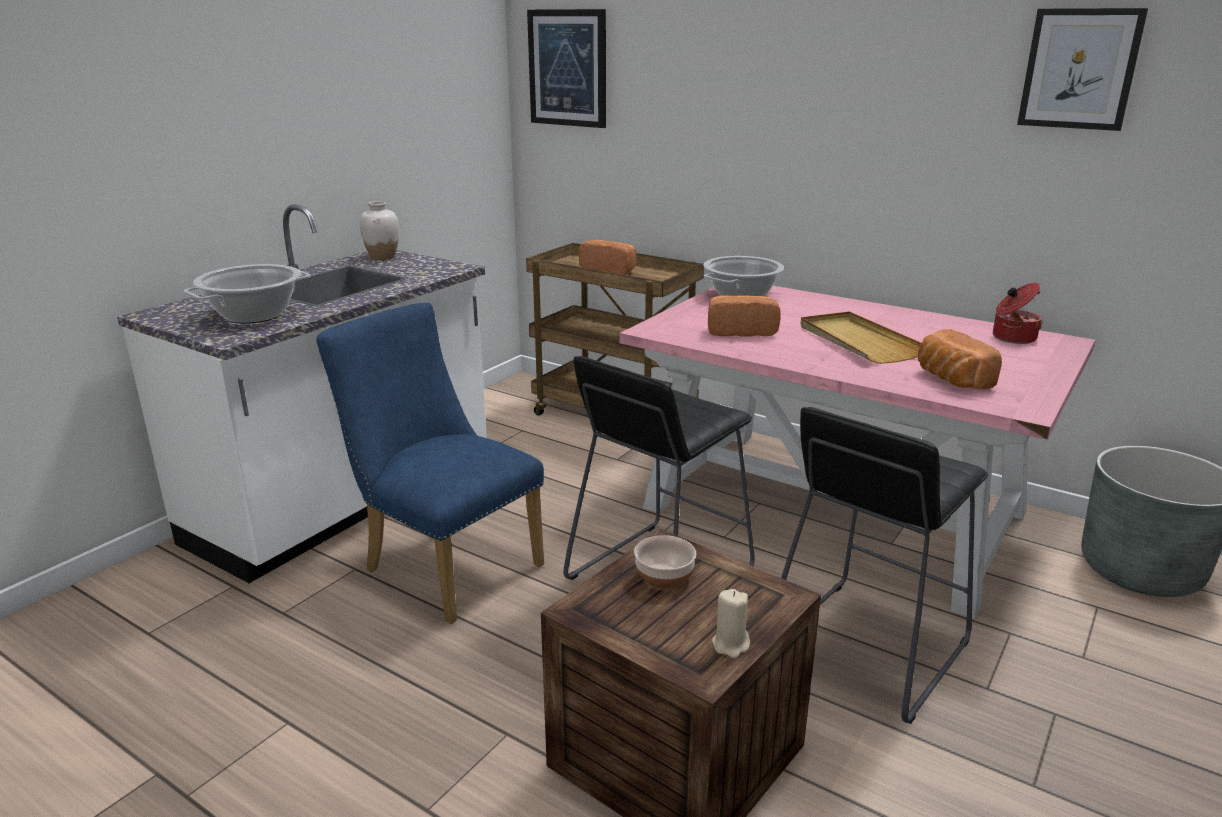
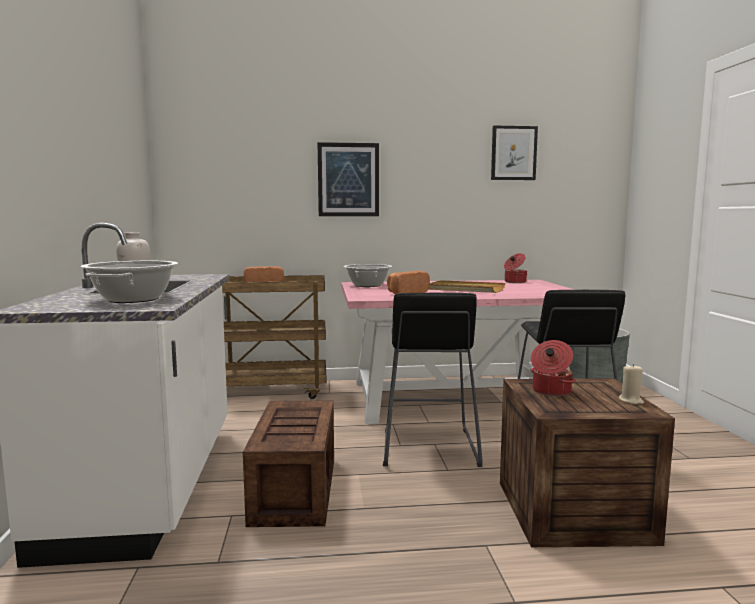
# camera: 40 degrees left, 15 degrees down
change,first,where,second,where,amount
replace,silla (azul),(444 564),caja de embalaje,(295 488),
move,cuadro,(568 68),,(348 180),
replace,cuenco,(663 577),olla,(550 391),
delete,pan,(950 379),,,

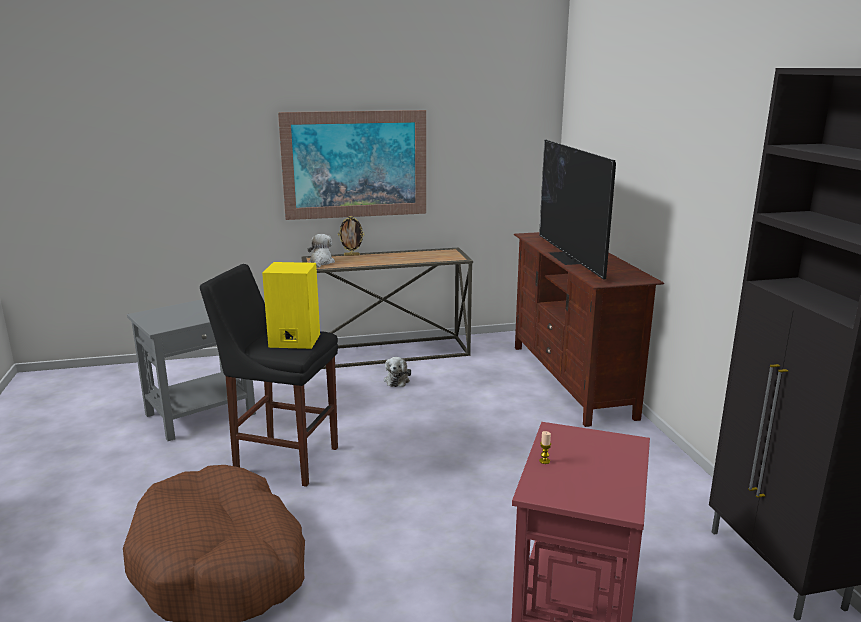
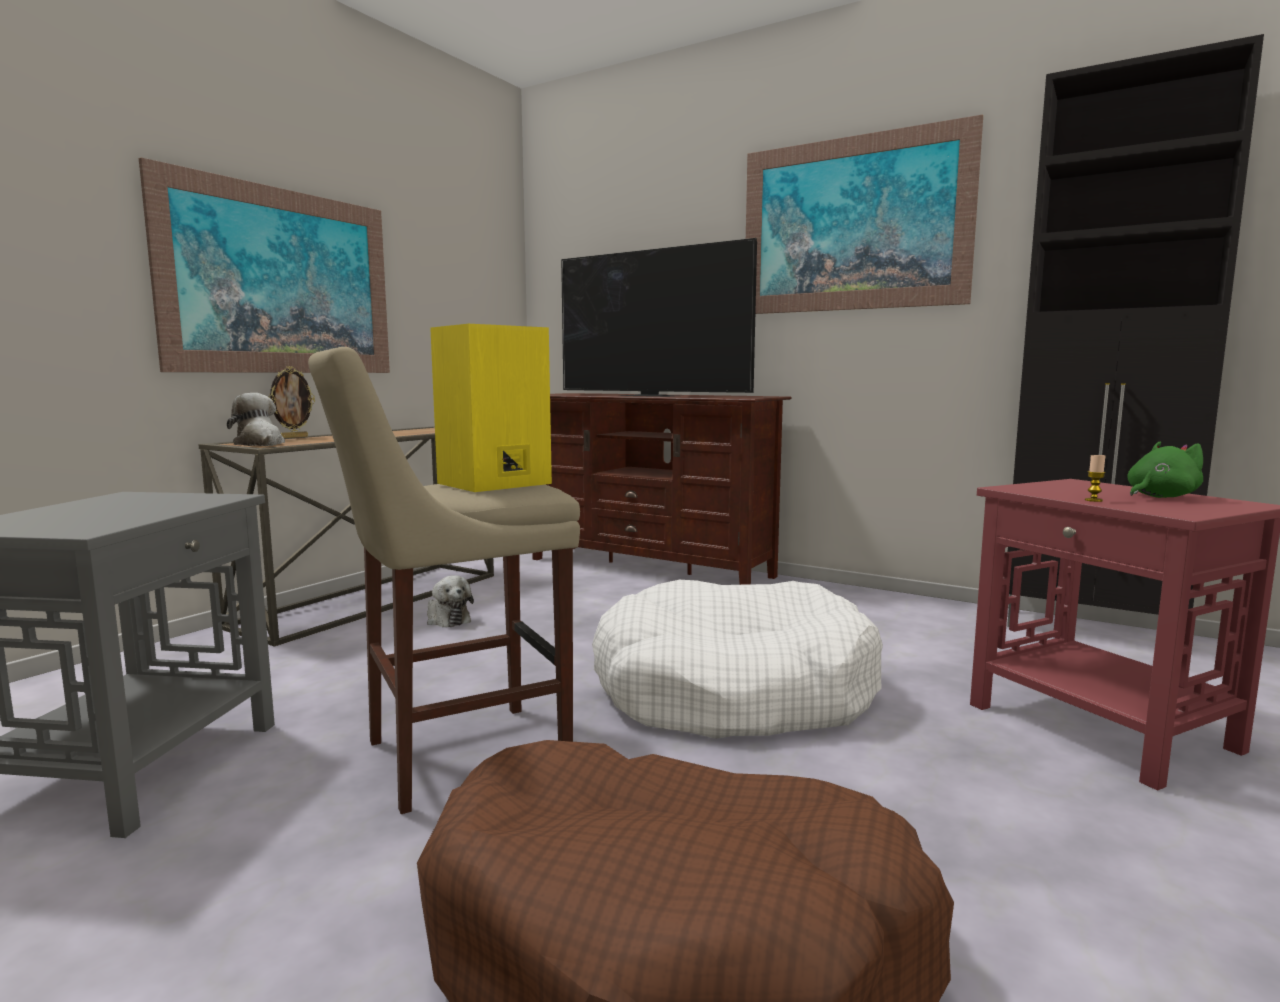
# camera: 45 degrees left, 10 degrees down
change,first,where,second,where,amount
recolor,taburete (negro),(282 459),taburete (beis),(455 756),
insert,,,cama para perro (blanco),(733 691),
insert,,,cuadro,(852 224),
insert,,,peluche (verde),(1159 497),

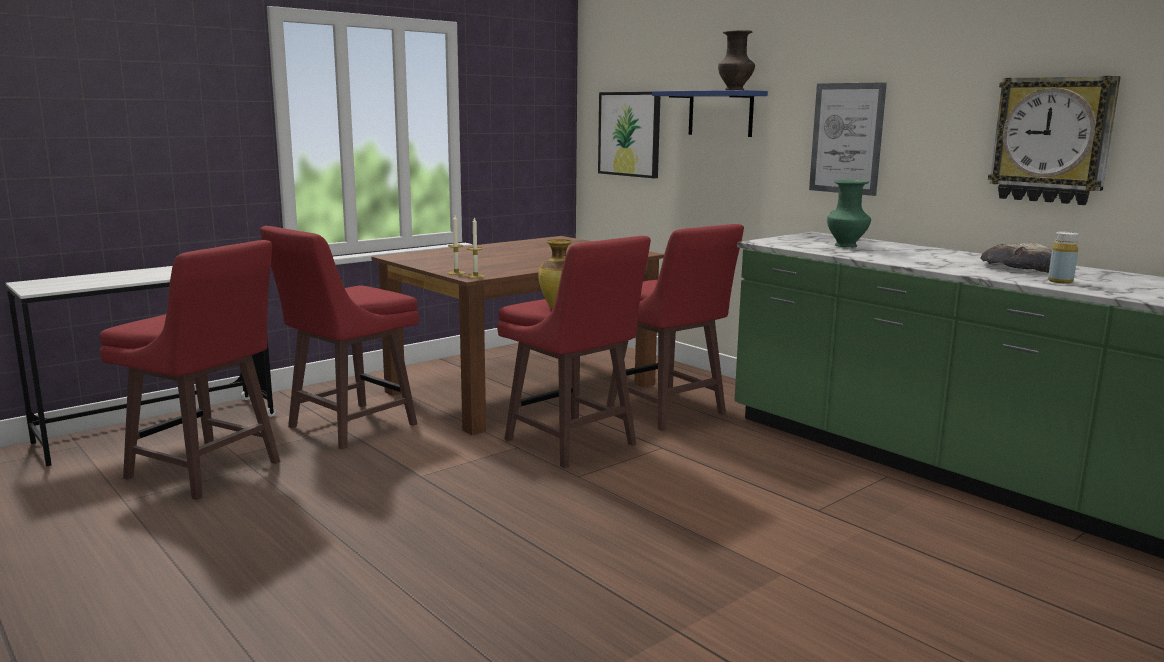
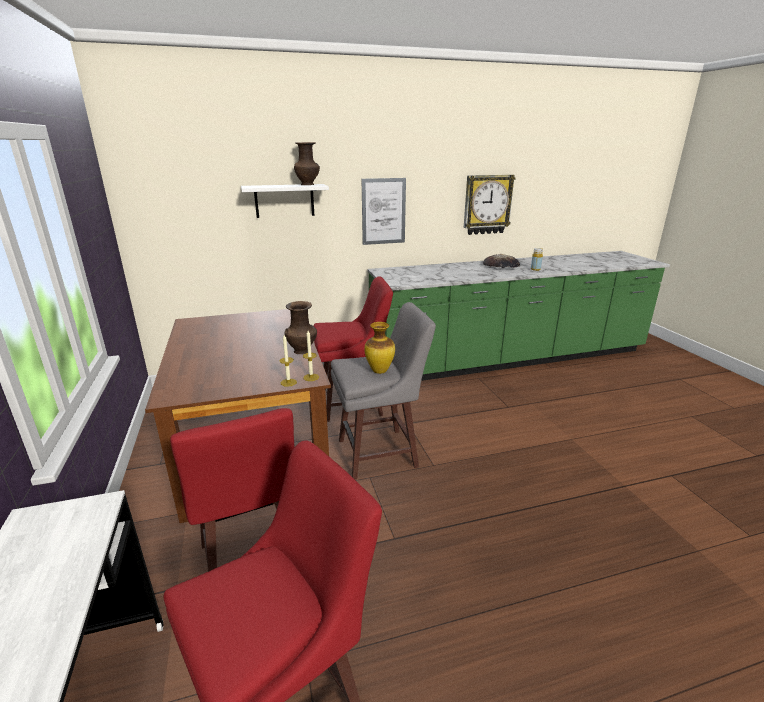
# camera: 65 degrees left, 10 degrees up
change,first,where,second,where,amount
recolor,taburete (rojo),(572 444),taburete (gris),(380 453),
delete,cuadro,(629 134),,,
recolor,estante (azul),(720 113),estante (blanco),(284 201),
delete,florero (verde),(847 246),,,
insert,,,florero (marrón),(302 351),

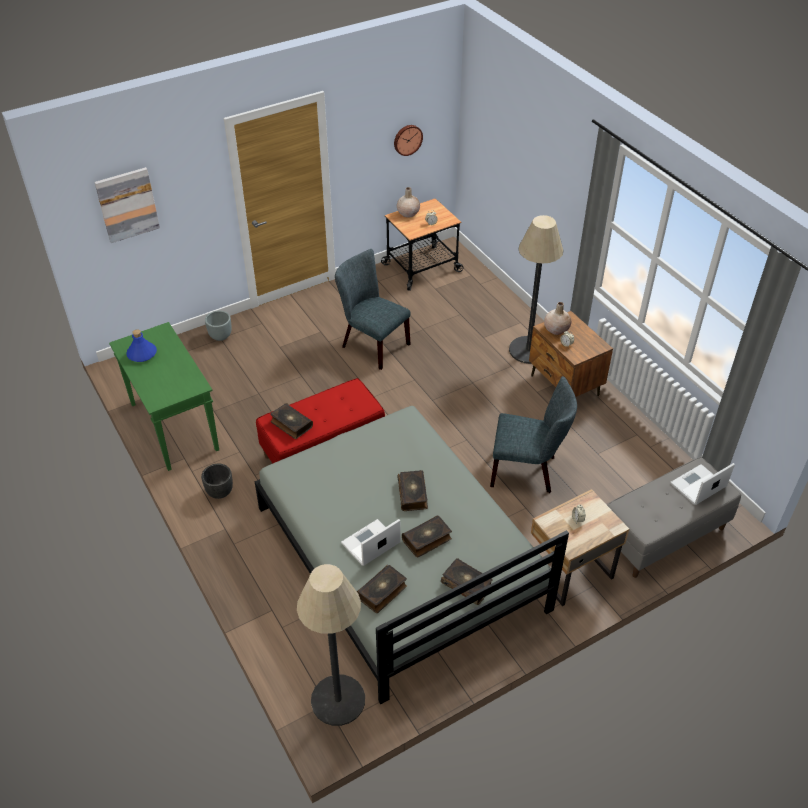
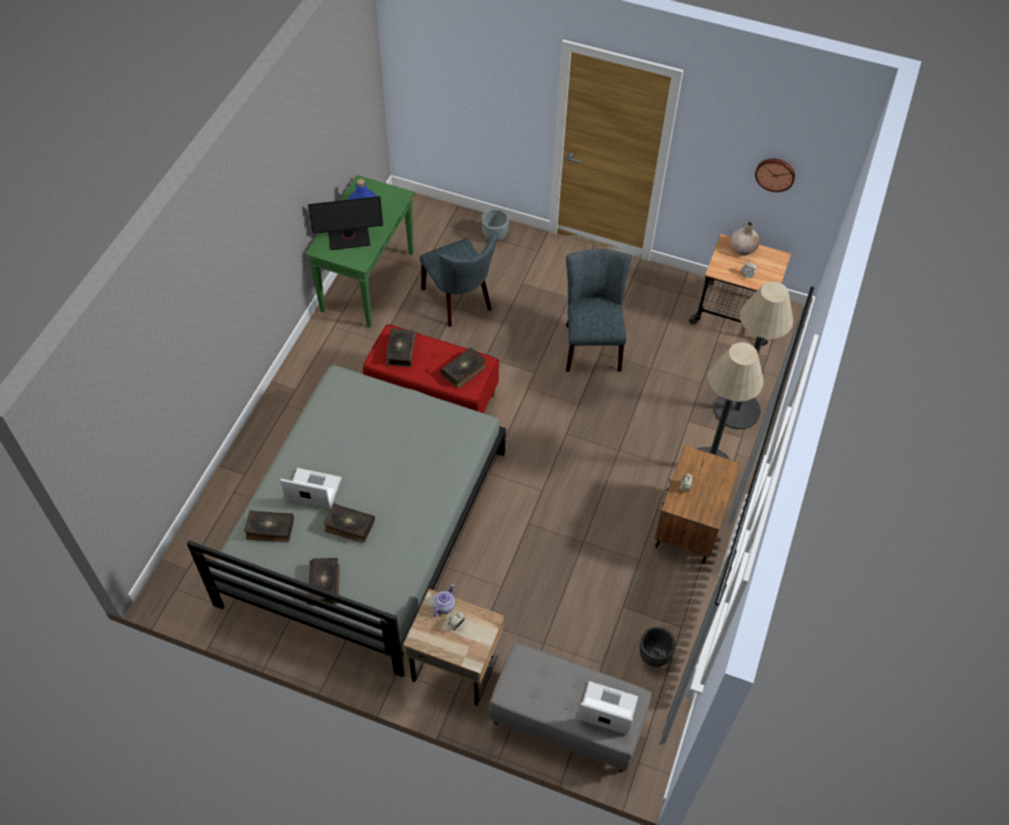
# camera: 50 degrees right, 10 degrees up
change,first,where,second,where,amount
delete,cuadro,(127 204),,,
move,maceta (negro),(220 492),,(654 656),
move,lámpara de pie,(338 700),,(737 410),
move,libro,(413 494),,(464 371),
move,silla (gris),(527 471),,(459 302),
delete,florero (beis),(556 329),,,
insert,,,monitor,(349 238),
insert,,,tetera,(443 605),

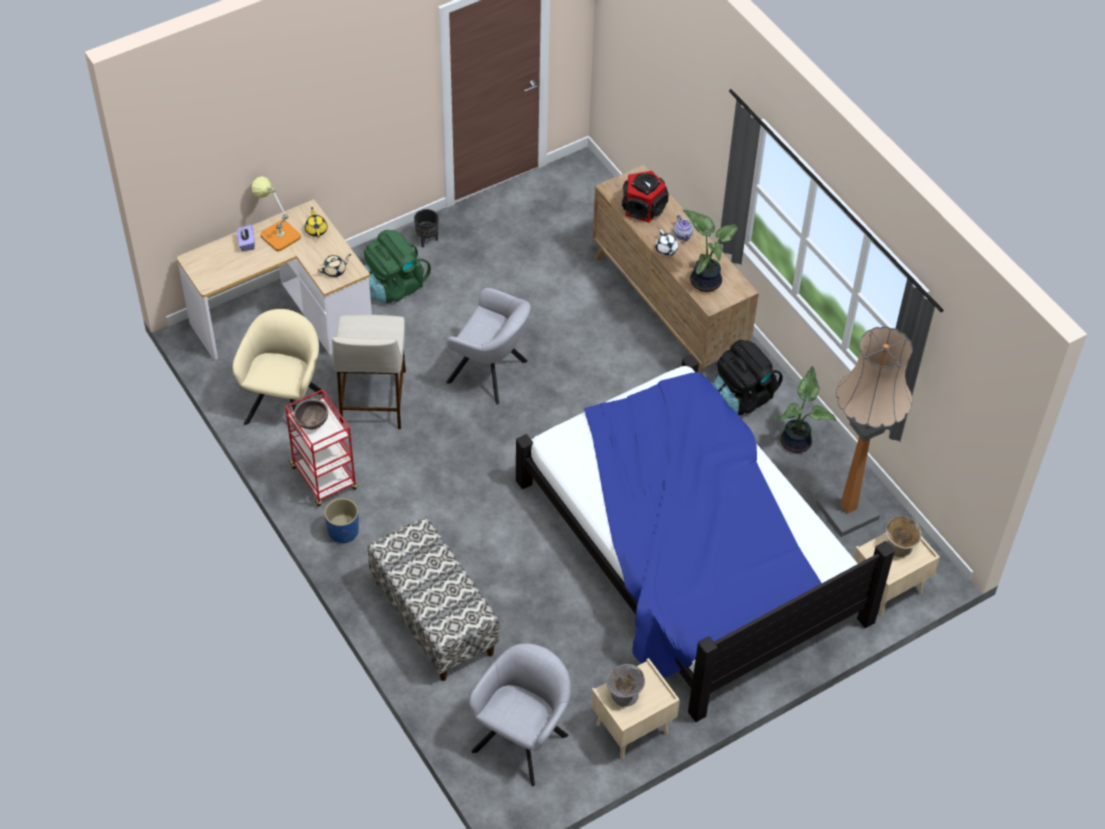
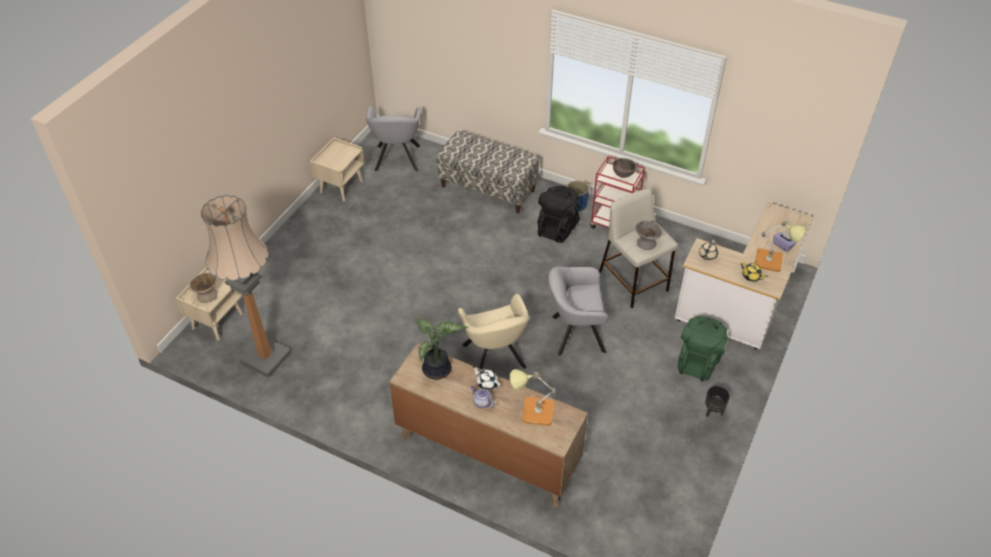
# camera: 150 degrees right, 5 degrees down
change,first,where,second,where,amount
move,sillón (beis),(286 403),,(495 359),
delete,cama,(689 550),,,
move,cuenco (gris),(625 694),,(646 243),
replace,altavoz,(643 207),lámpara de mesa,(533 411),
move,mochila (negro),(742 397),,(557 228),
delete,planta en maceta,(797 441),,,

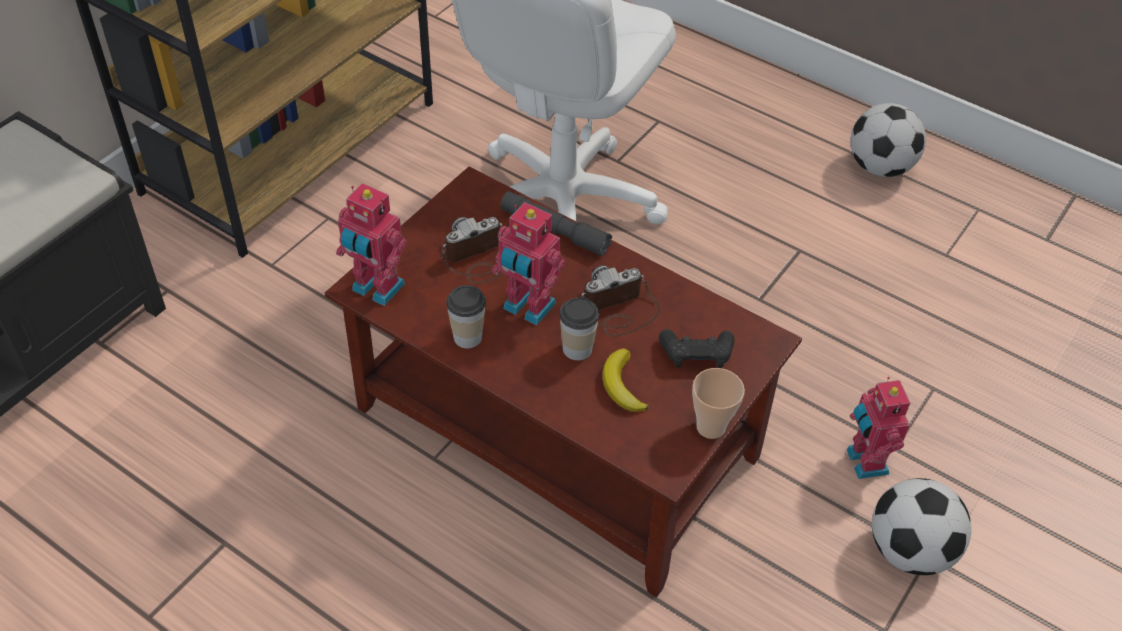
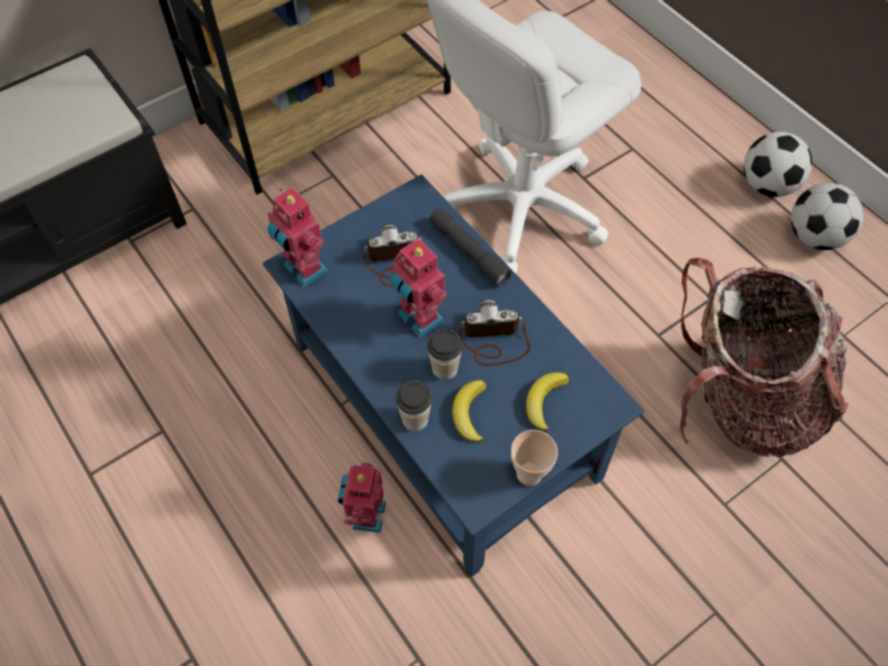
# camera: 20 degrees right, 10 degrees up
change,first,where,second,where,amount
recolor,mesa de centro (marrón),(559 433),mesa de centro (azul),(446 411),
move,taza,(467 337),,(415 419),
replace,mando de consola (negro),(696 354),plátano,(544 401),
move,robot de juguete,(864 462),,(366 515),
move,balón de fútbol,(909 550),,(767 185),
insert,,,mochila,(739 400),

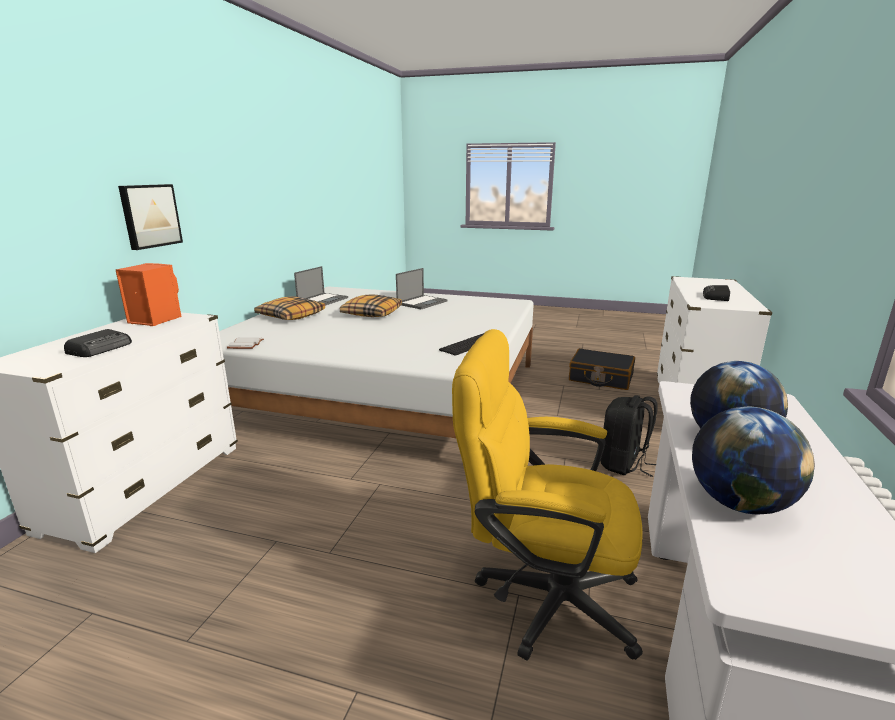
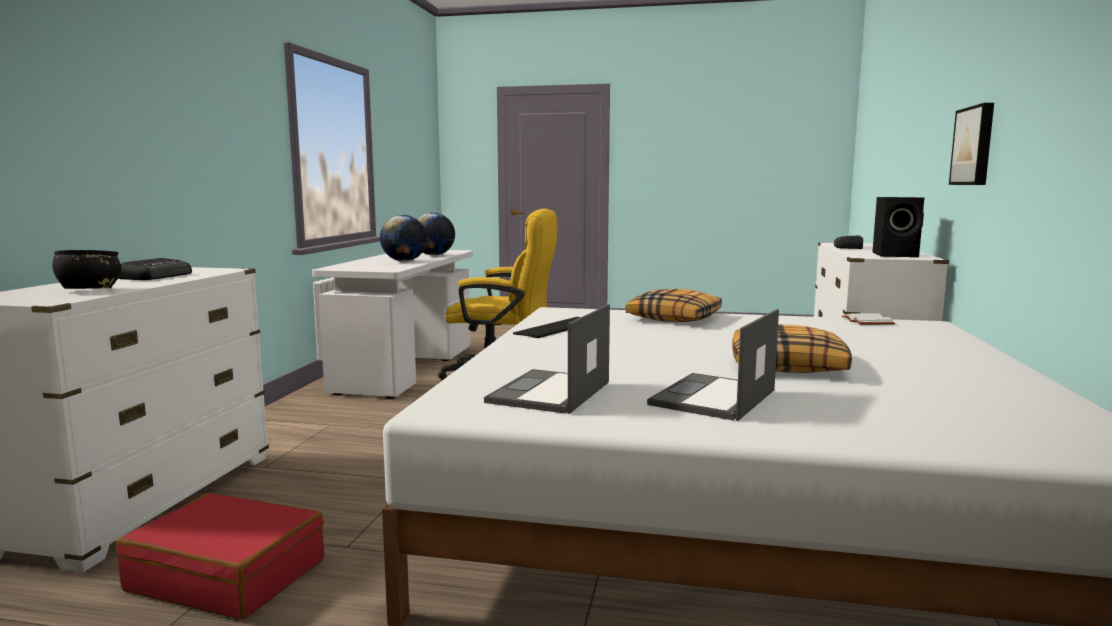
# camera: 175 degrees right, 10 degrees down
change,first,where,second,where,amount
recolor,altavoz (naranja),(154 320),altavoz (negro),(897 255),
move,cojín,(290 316),,(675 318),
move,portátil,(323 300),,(549 393),
recolor,maleta (negro),(600 378),maleta (rojo),(228 575),
delete,mochila (negro),(624 464),,,
insert,,,cuenco (negro),(90 290),

